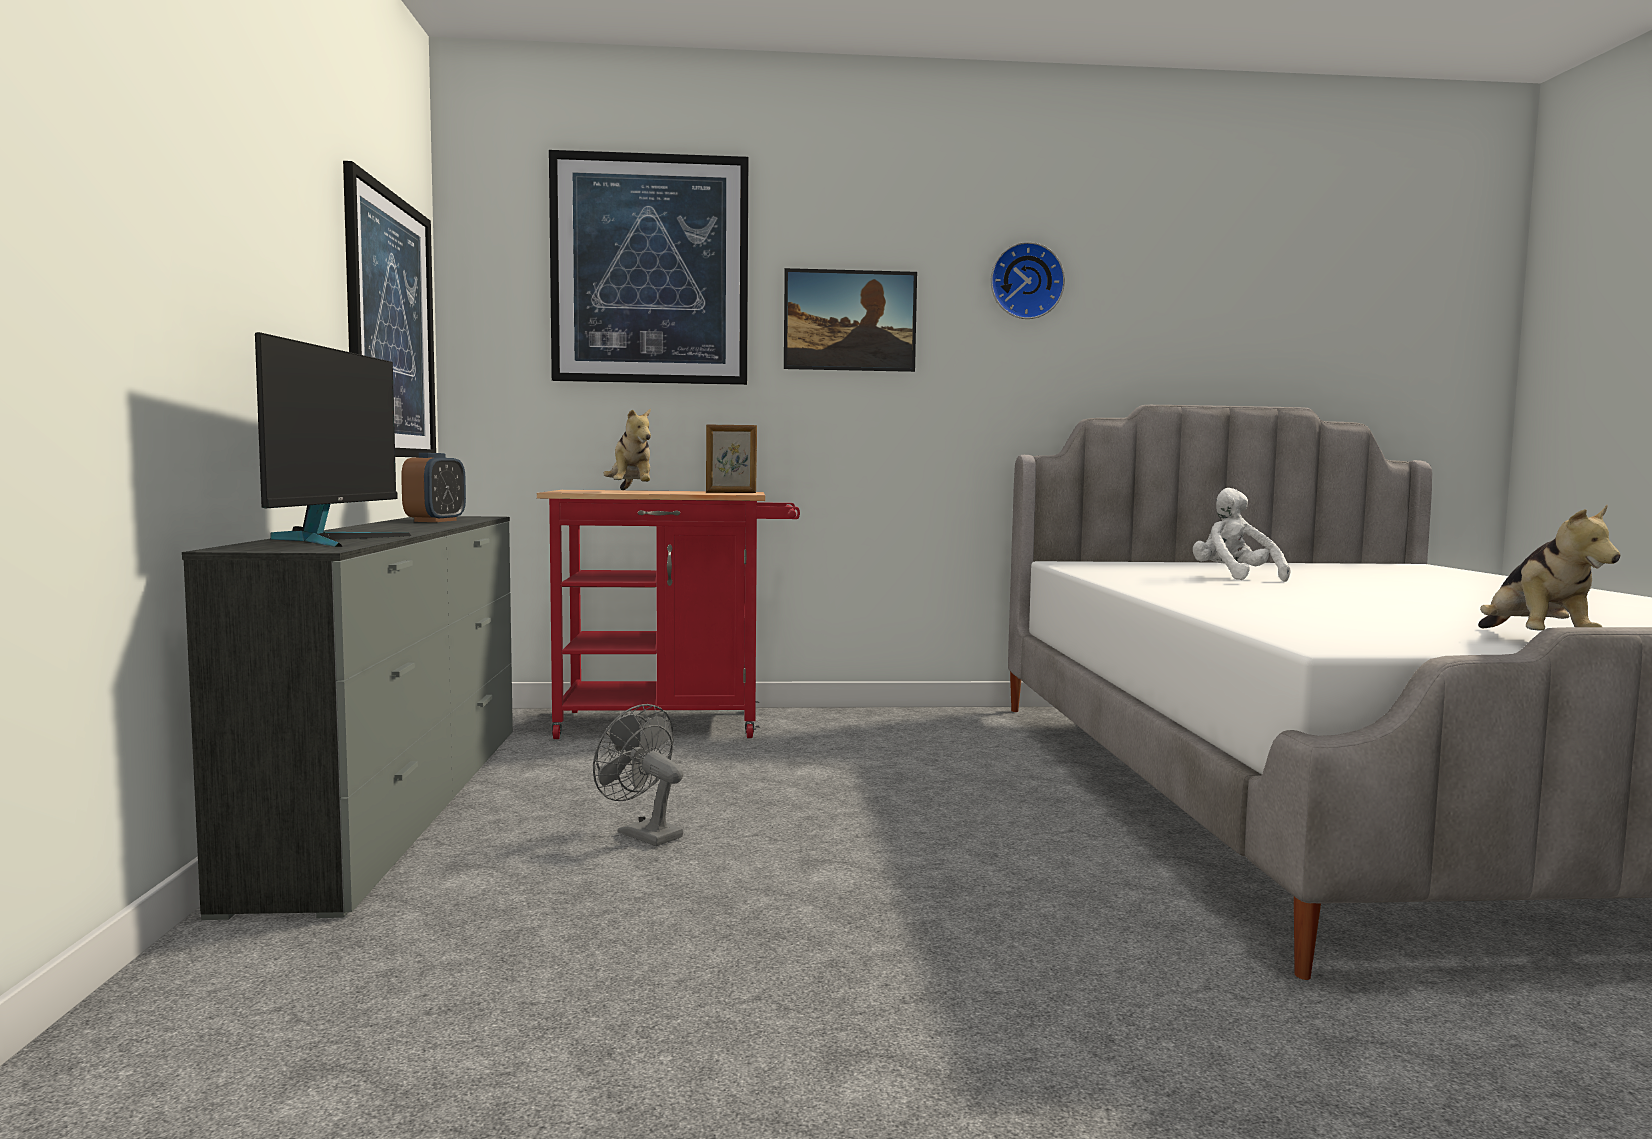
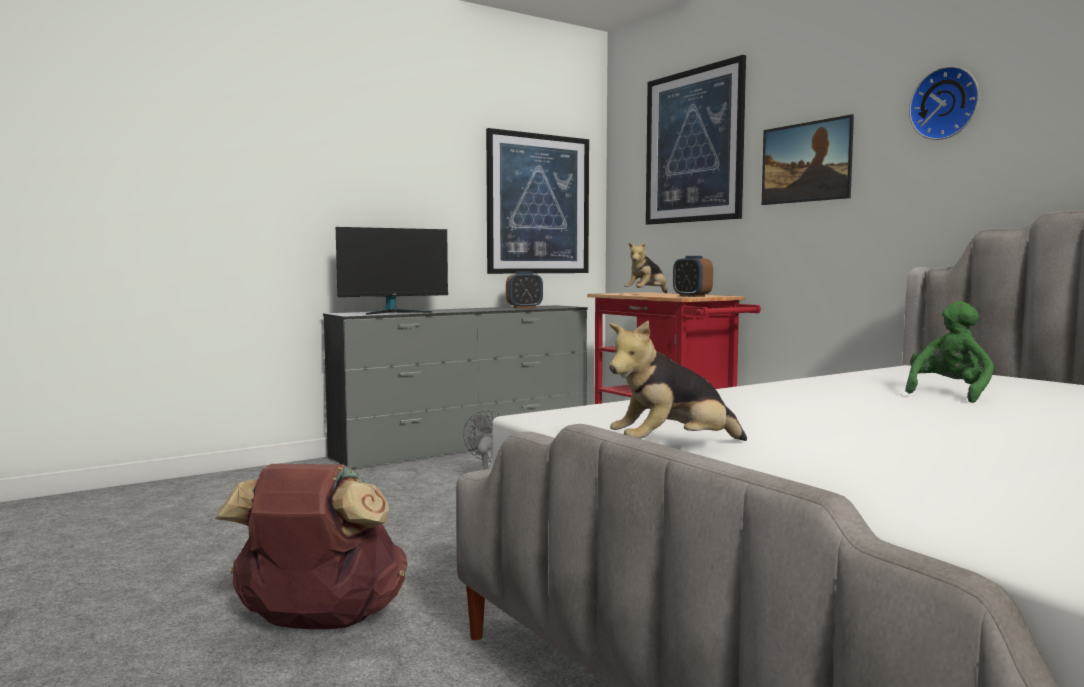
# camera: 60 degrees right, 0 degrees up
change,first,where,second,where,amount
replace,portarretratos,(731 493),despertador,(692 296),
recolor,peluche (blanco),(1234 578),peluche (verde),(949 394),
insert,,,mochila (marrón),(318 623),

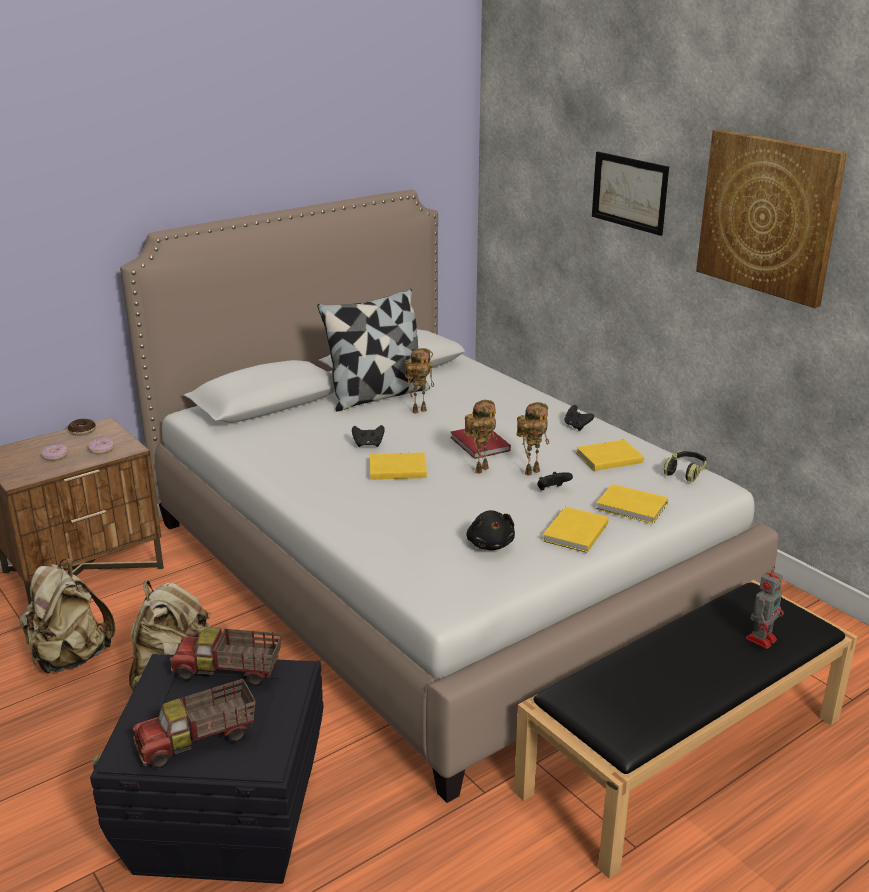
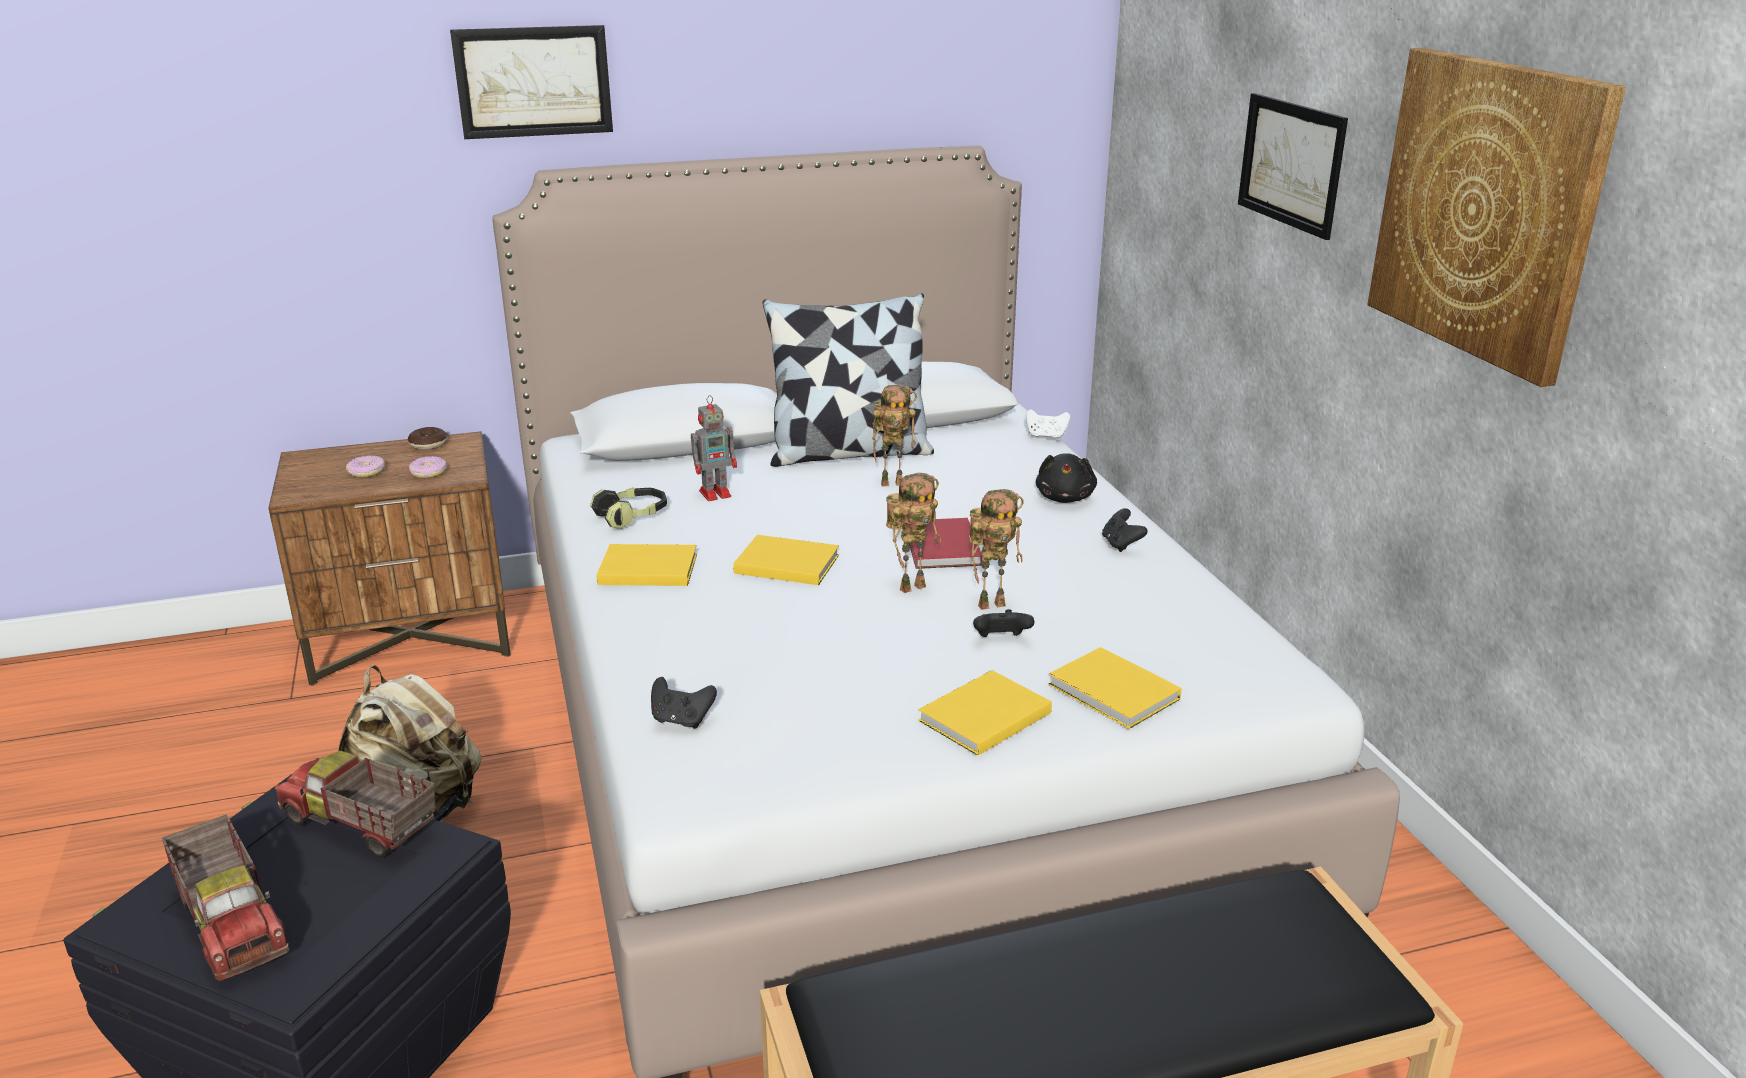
# camera: 20 degrees right, 0 degrees up
change,first,where,second,where,amount
delete,mochila (beis),(70 658),,,
rotate,camión de juguete,(198 741),,(234 924),120 degrees counterclockwise
move,mando de consola (negro),(368 445),,(681 720),
move,peluche (negro),(490 544),,(1065 498),
move,libro (amarillo),(607 457),,(645 569),
move,auriculares,(685 472),,(632 517),
move,robot de juguete,(762 638),,(716 493),
insert,,,cuadro,(533 81),
insert,,,mando de consola (blanco),(1046 437),

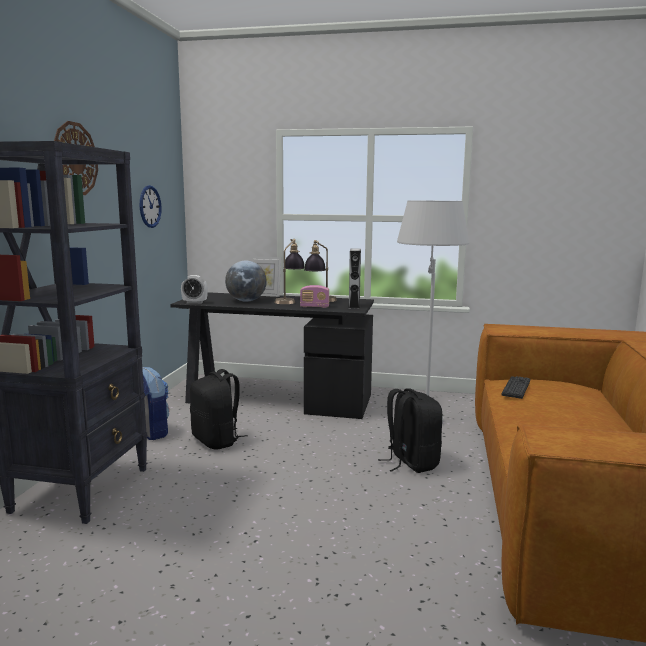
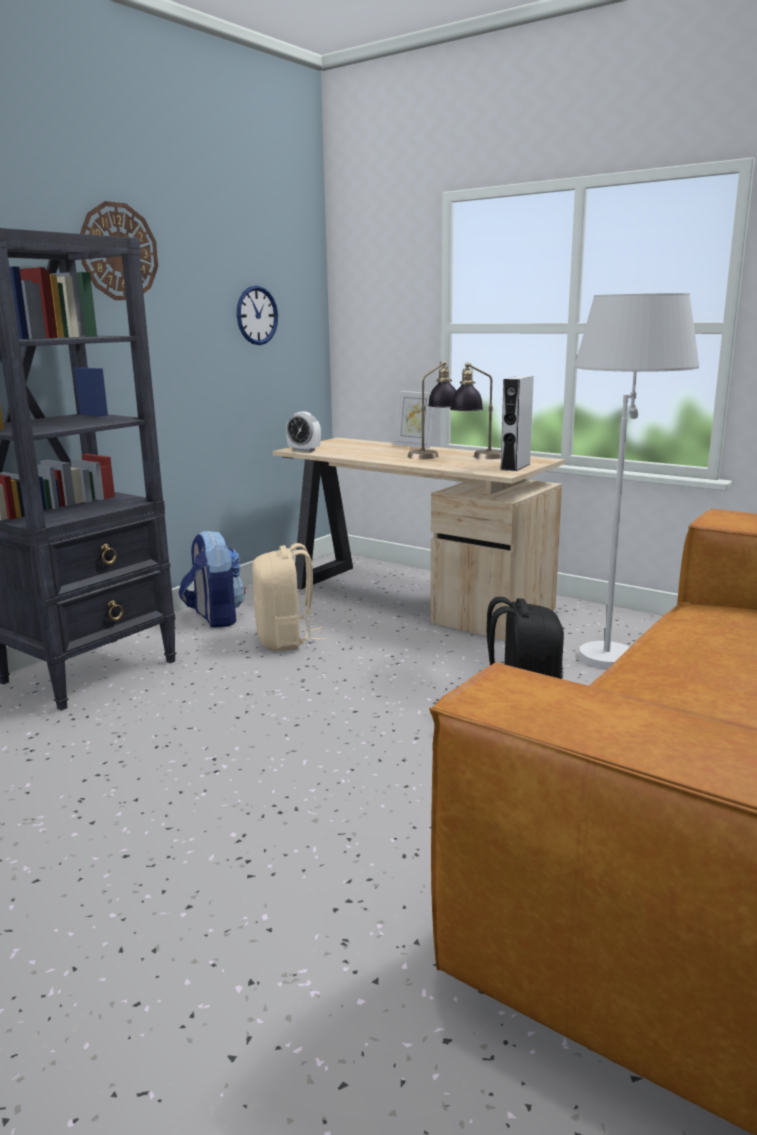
# camera: 25 degrees right, 5 degrees up
change,first,where,second,where,amount
recolor,escritorio (negro),(276 398),escritorio (beis),(413 597),
recolor,mochila (negro),(217 441),mochila (beis),(286 640),
delete,globo terráqueo,(246 301),,,
delete,radio,(314 307),,,
delete,teclado,(516 388),,,

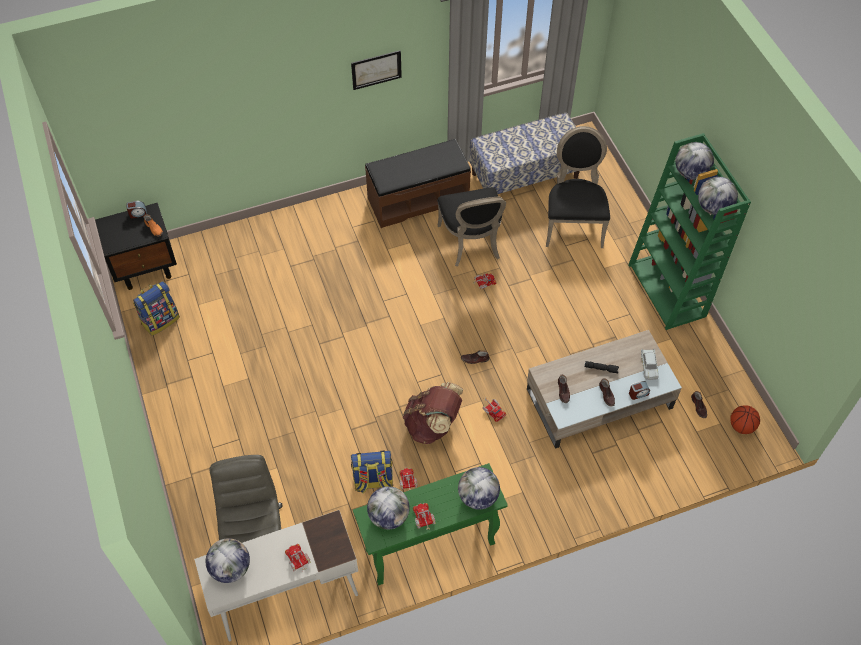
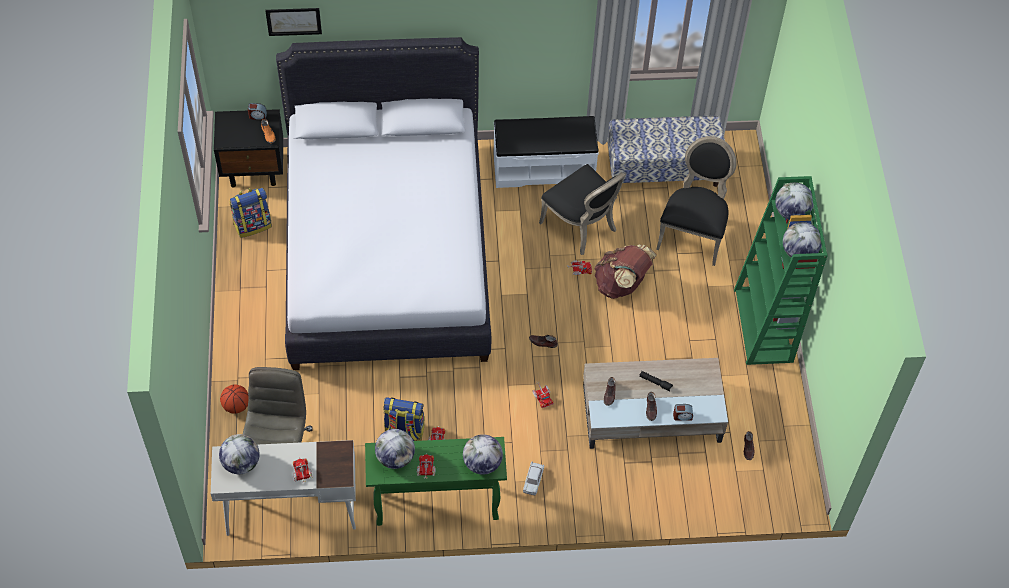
# camera: 15 degrees right, 0 degrees up
change,first,where,second,where,amount
move,cuadro,(376 69),,(293 21),
recolor,banco (marrón),(418 199),banco (blanco),(543 168),
move,mochila (marrón),(433 425),,(621 284),
rotate,silla (negro),(471 243),,(582 226),45 degrees counterclockwise
move,coche de juguete (blanco),(648 366),,(533 480),
move,balón de baloncesto,(741 426),,(236 406),
insert,,,cama (blanco),(386 252),

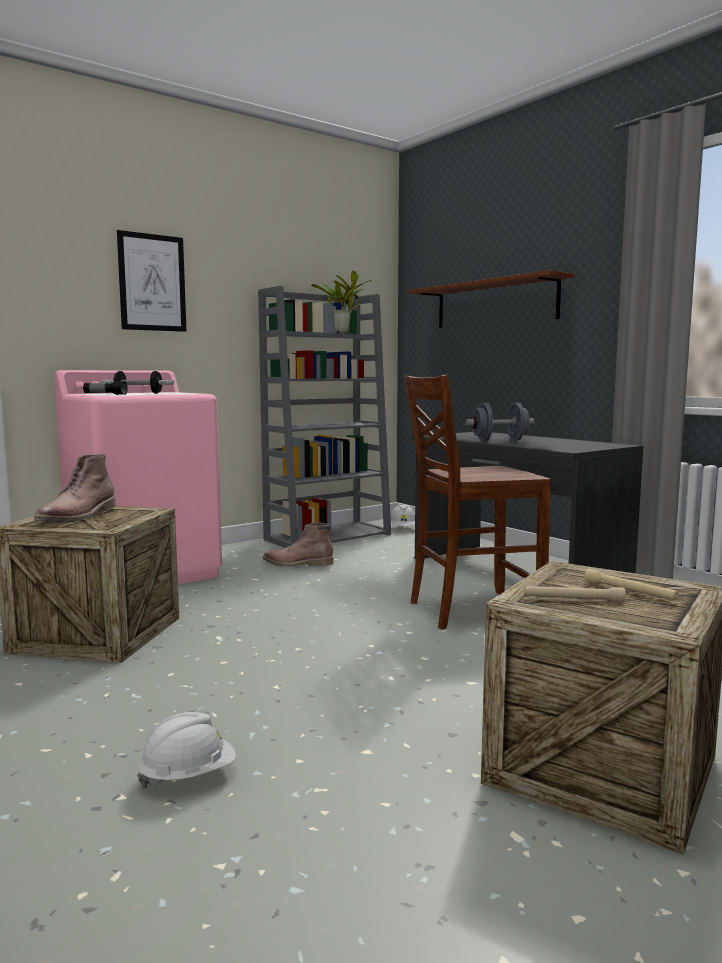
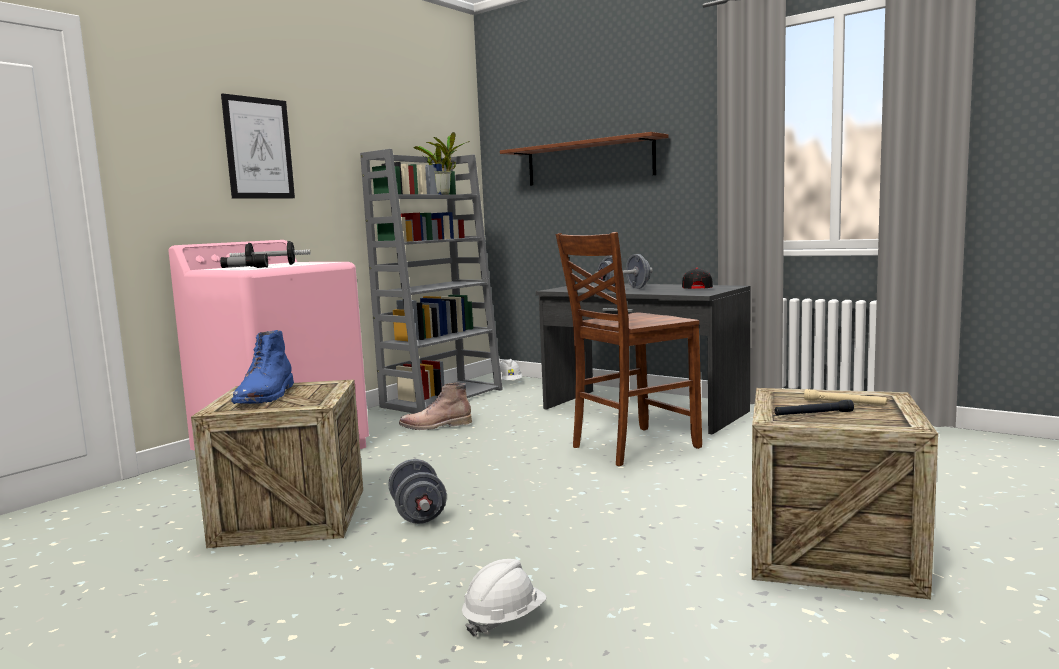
# camera: 15 degrees left, 0 degrees up
change,first,where,second,where,amount
recolor,bota (marrón),(78 516),bota (azul),(266 396),
recolor,linterna (beis),(573 600),linterna (negro),(813 414),
insert,,,mancuerna (gris),(418 514),
insert,,,gorra (negro),(696 288),

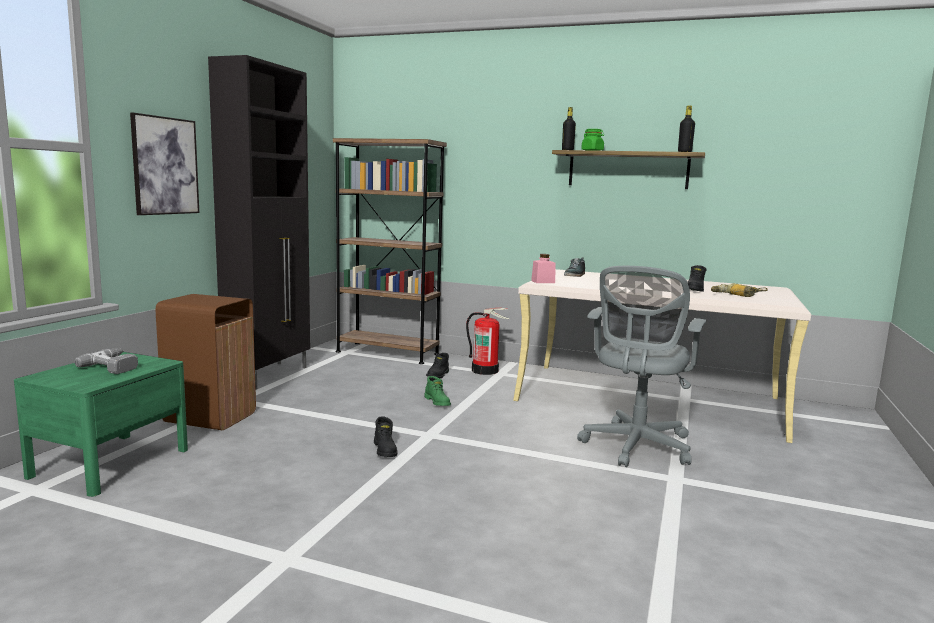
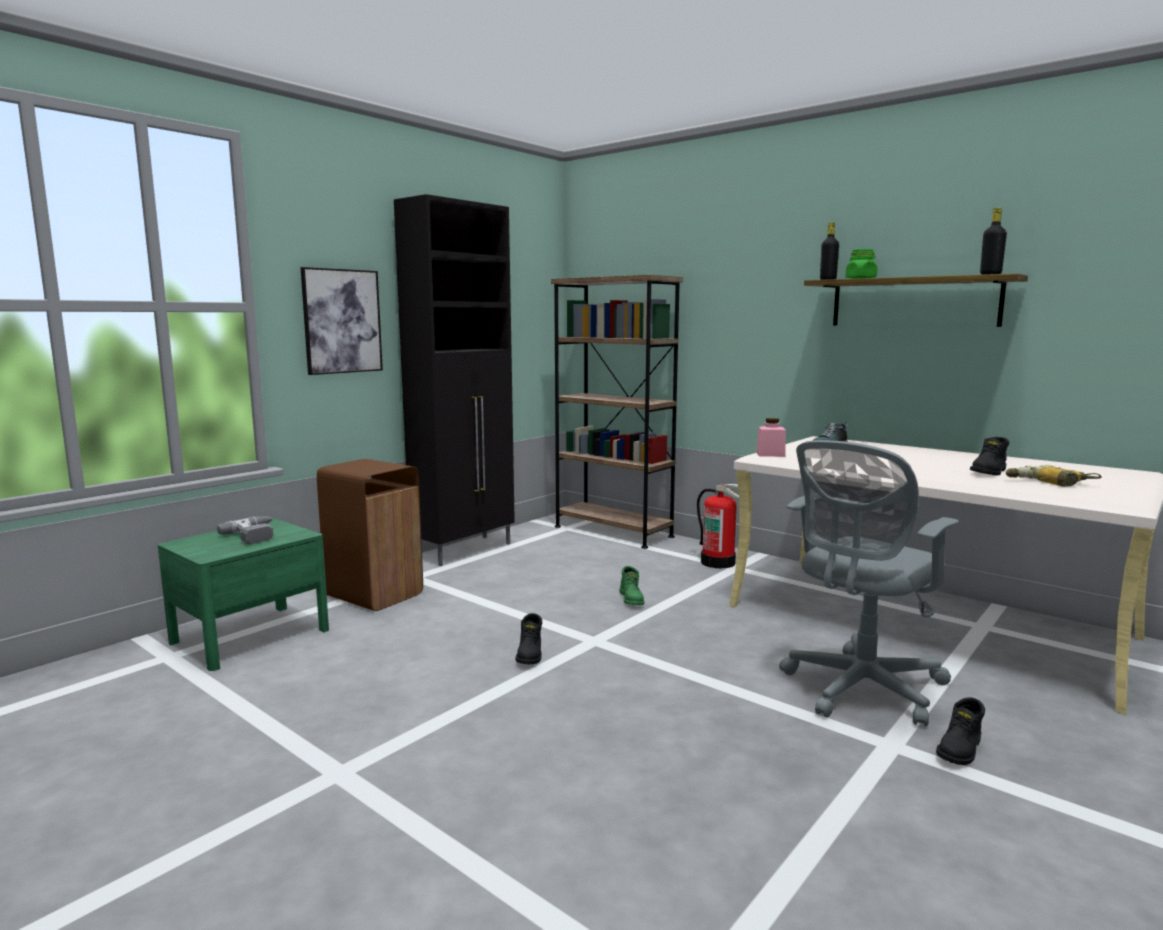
# camera: 20 degrees right, 0 degrees up
change,first,where,second,where,amount
move,bota (negro),(438 375),,(960 750),

